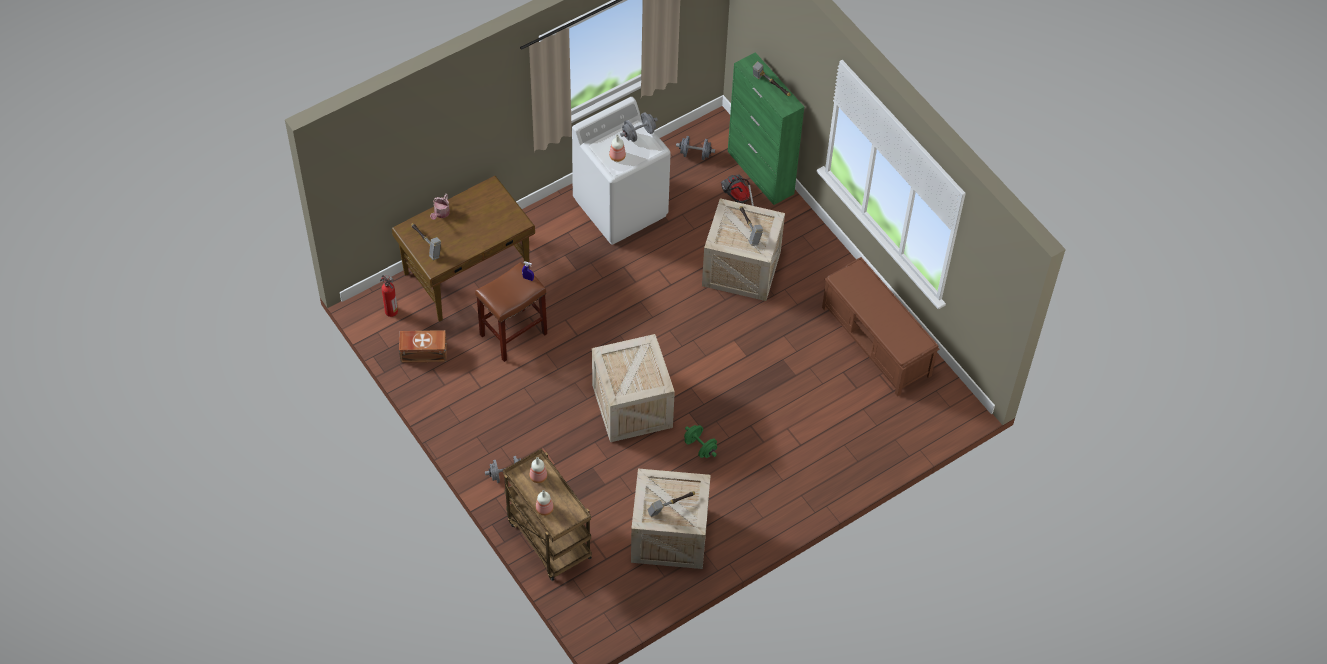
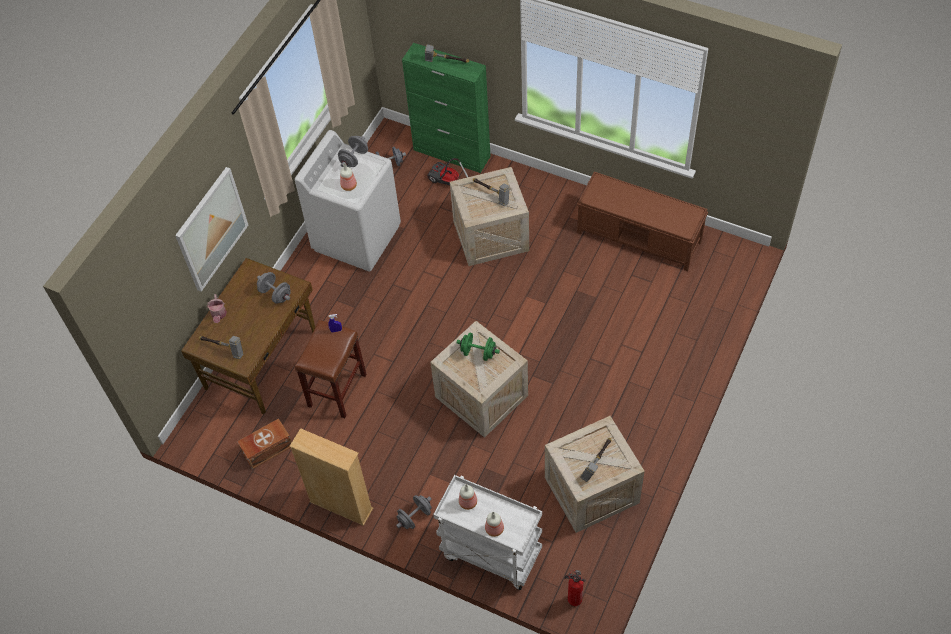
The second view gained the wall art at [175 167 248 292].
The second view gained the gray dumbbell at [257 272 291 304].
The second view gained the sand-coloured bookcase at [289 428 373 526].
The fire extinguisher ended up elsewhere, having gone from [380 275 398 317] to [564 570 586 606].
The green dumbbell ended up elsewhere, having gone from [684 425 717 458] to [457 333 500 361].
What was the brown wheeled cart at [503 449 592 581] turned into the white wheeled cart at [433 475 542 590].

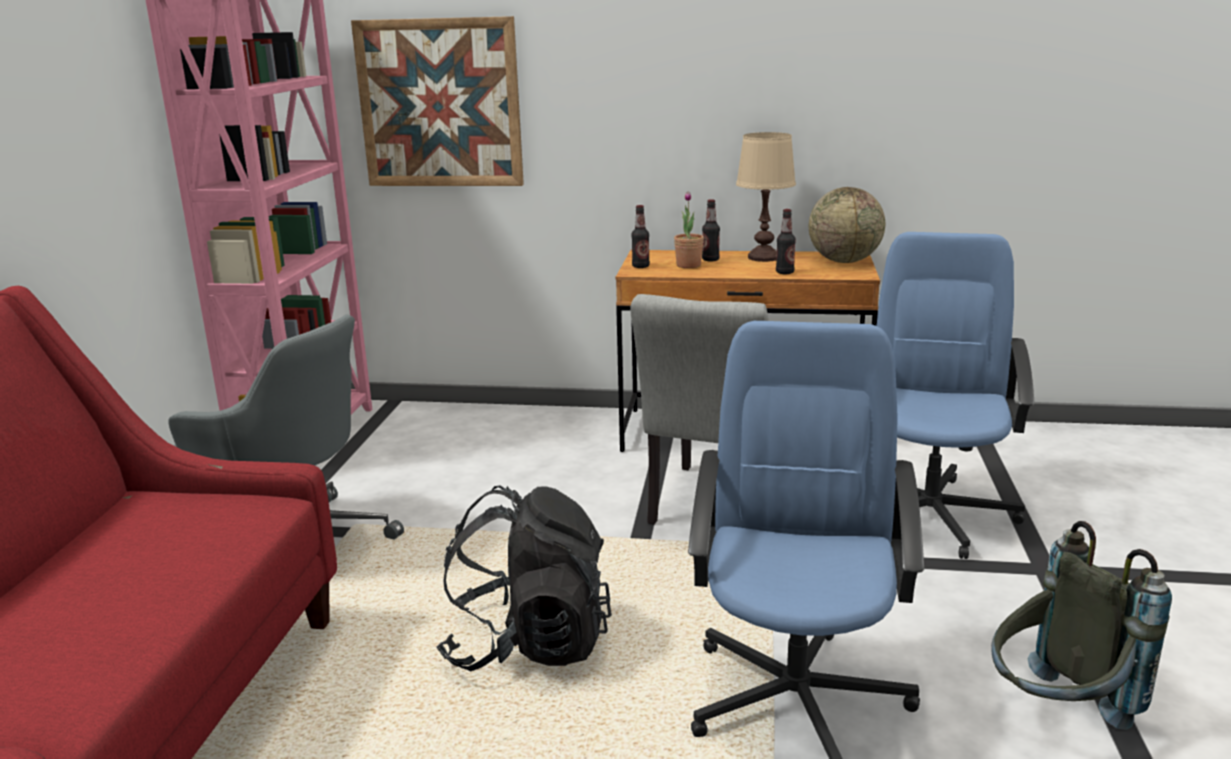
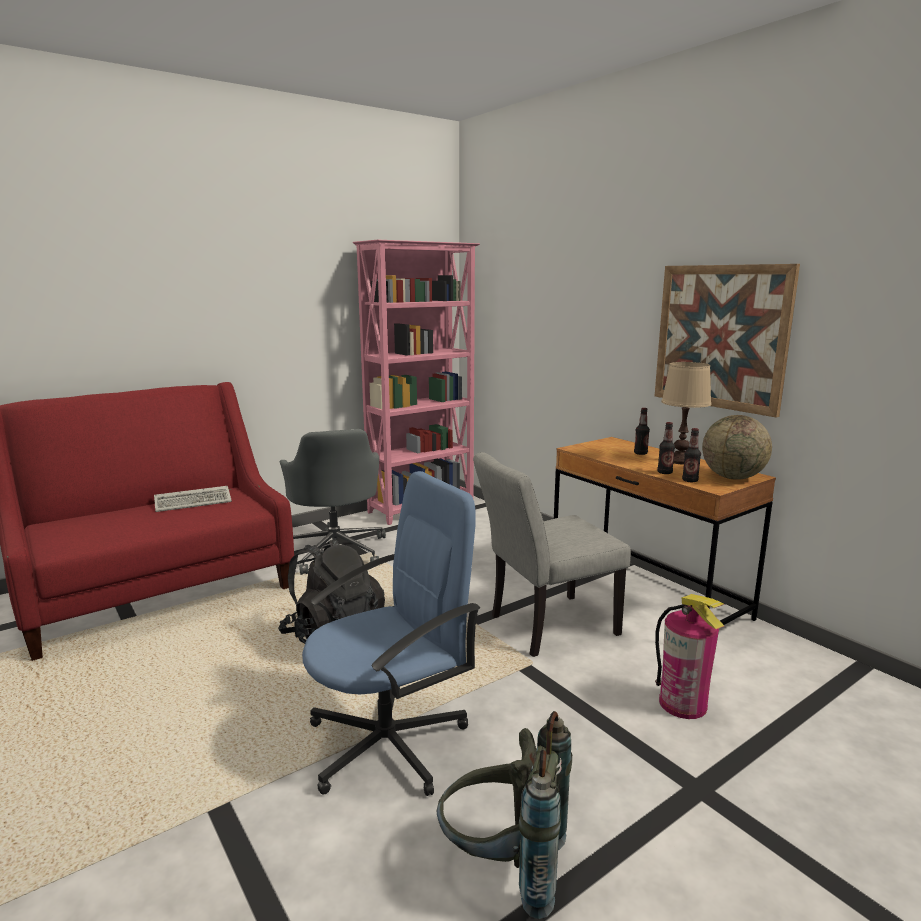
The second view lost the potted plant at [674 191 704 268].
The second view gained the keyboard at [154 486 232 512].
The wall art ended up elsewhere, having gone from [351 16 524 186] to [655 264 800 417].
The beverage bottle ended up elsewhere, having gone from [631 205 650 268] to [682 428 701 482].
Where the blue desk chair stood at [877 232 1035 559], the fire extinguisher came to stand at [655 594 725 719].

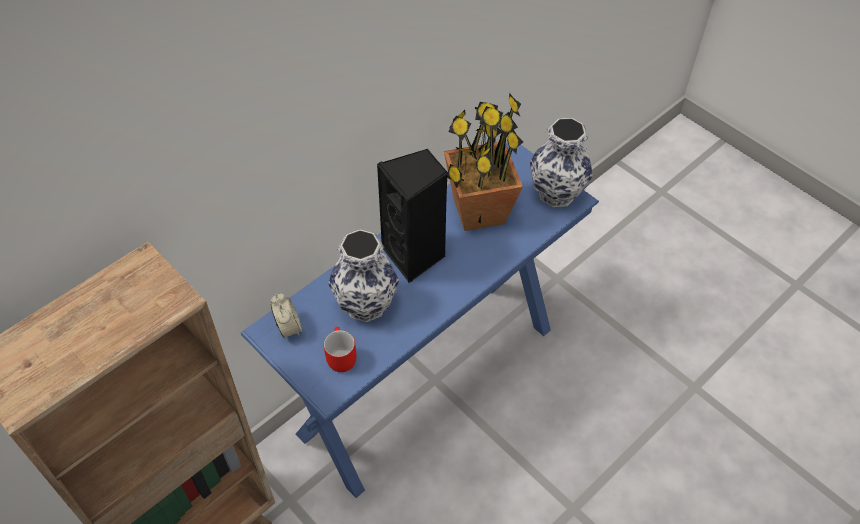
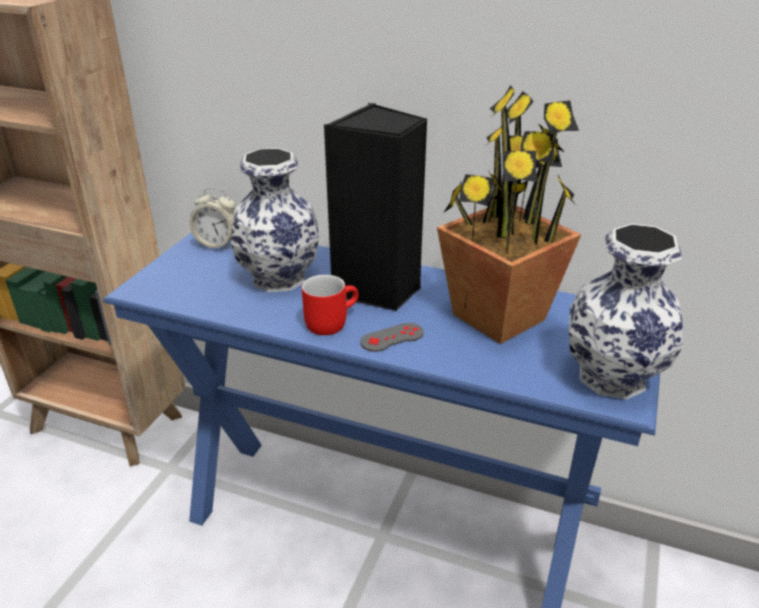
The second view gained the gray gamepad at [360 323 424 352].
The red-coloured mug ended up elsewhere, having gone from [324 327 356 372] to [302 275 358 335].
The table clock at [271 294 302 338] ended up facing another way, 60 degrees clockwise from before.

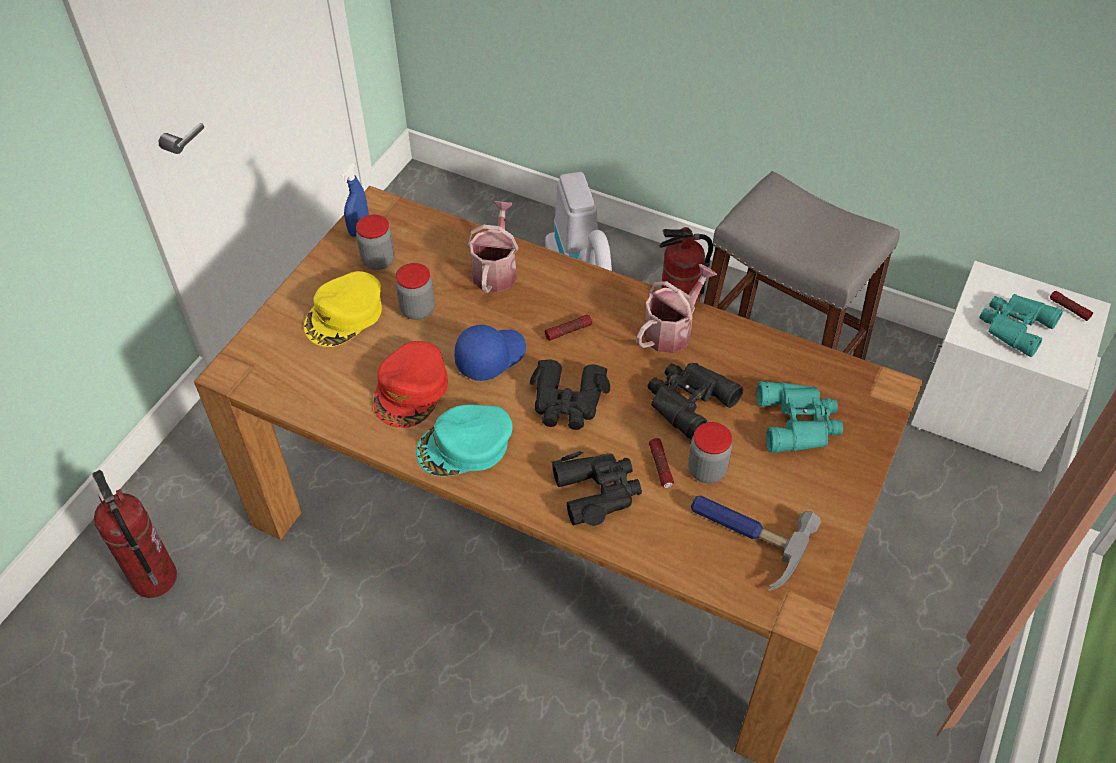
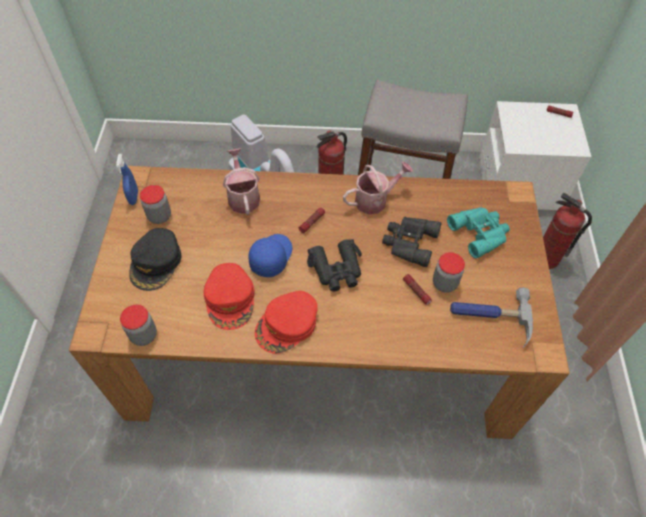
The second view lost the blackish pair of binoculars at [552 451 642 526].
The second view lost the blue-green pair of binoculars at [979 294 1063 357].
The fire extinguisher ended up elsewhere, having gone from [92 470 177 598] to [543 193 592 269].
The preserve jar ended up elsewhere, having gone from [396 263 435 320] to [120 305 157 346].
What was the yellow baseball cap at [304 271 382 347] turned into the blackish baseball cap at [129 228 181 291].
What was the blue-green baseball cap at [416 405 513 476] turned into the red-coloured baseball cap at [255 291 318 354].
The sprinkling can at [637 264 717 353] ended up facing another way, 45 degrees clockwise from before.

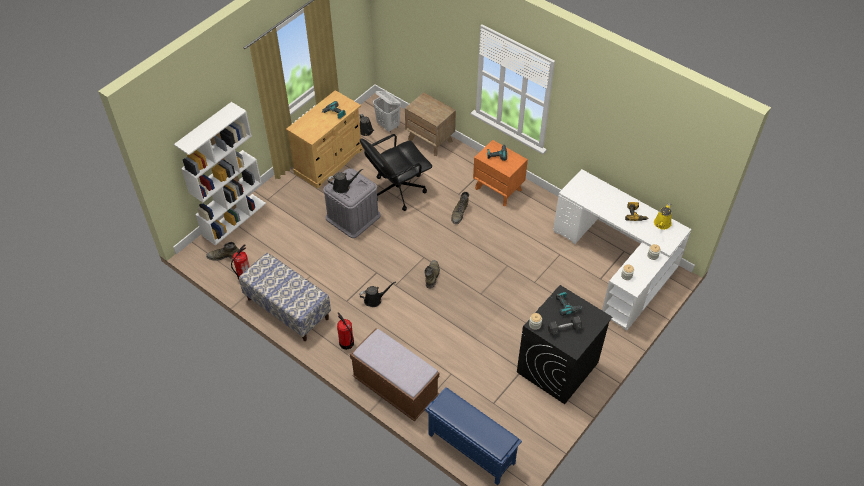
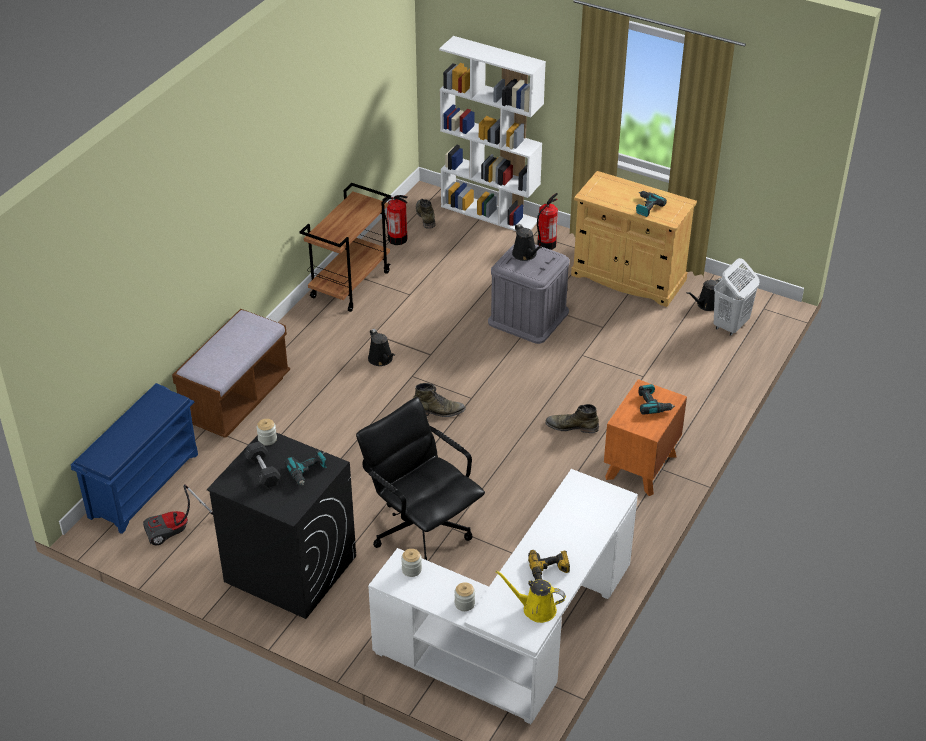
The second view lost the brown bedside table at [405 92 456 156].
The second view gained the vacuum at [143 484 213 546].
The fire extinguisher ended up elsewhere, having gone from [337 312 354 350] to [537 193 558 250].
The blackish desk chair ended up elsewhere, having gone from [360 134 432 211] to [356 397 485 560].
Where the indoor bench stood at [239 253 331 341], the brown wheeled cart came to stand at [300 183 391 312].

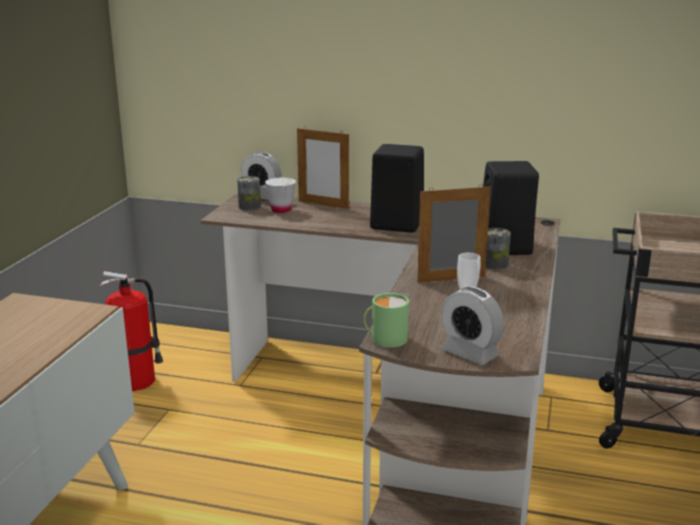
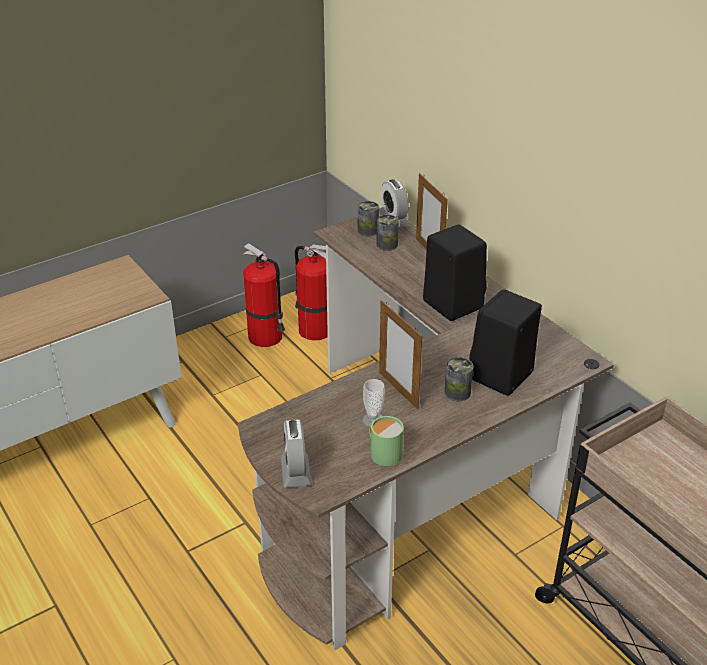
The second view gained the fire extinguisher at [295 244 328 340].
The green mug ended up elsewhere, having gone from [363 293 409 347] to [369 416 404 466].
Where the white small cup stood at [265 177 296 213], the metal can came to stand at [376 215 399 251].
The photo frame at [417 184 491 283] ended up facing another way, 150 degrees counterclockwise from before.

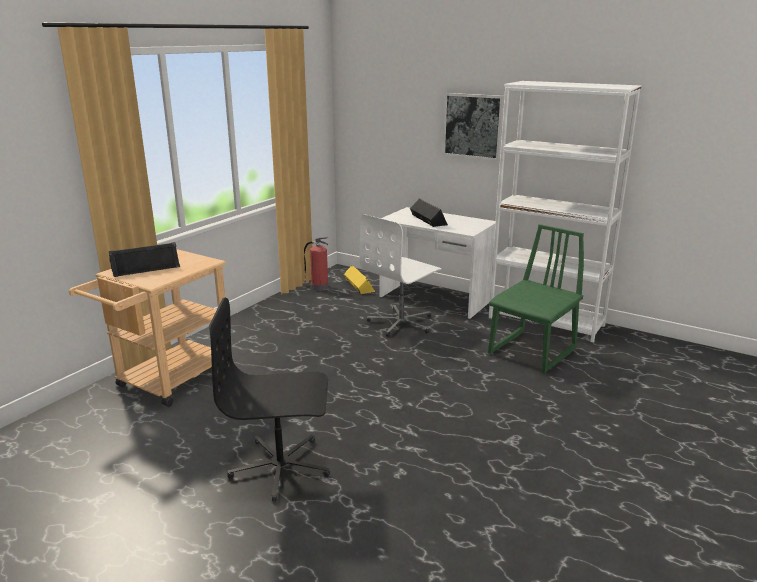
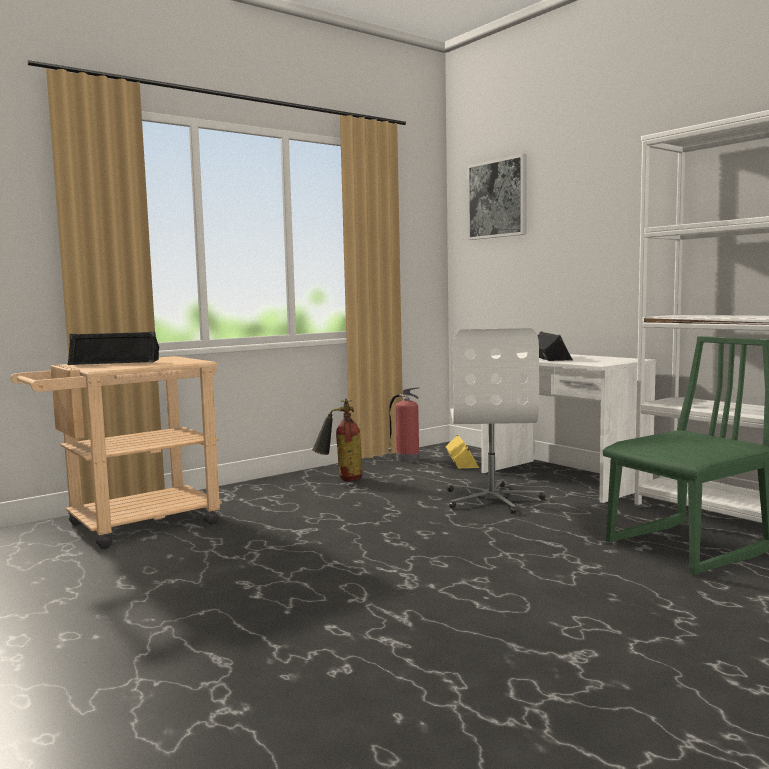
The second view lost the blackish desk chair at [209 298 330 501].
The second view gained the fire extinguisher at [312 398 363 481].
The wall art ended up elsewhere, having gone from [443 93 504 160] to [467 154 527 240].
The white desk chair at [359 214 442 337] ended up facing another way, 60 degrees counterclockwise from before.

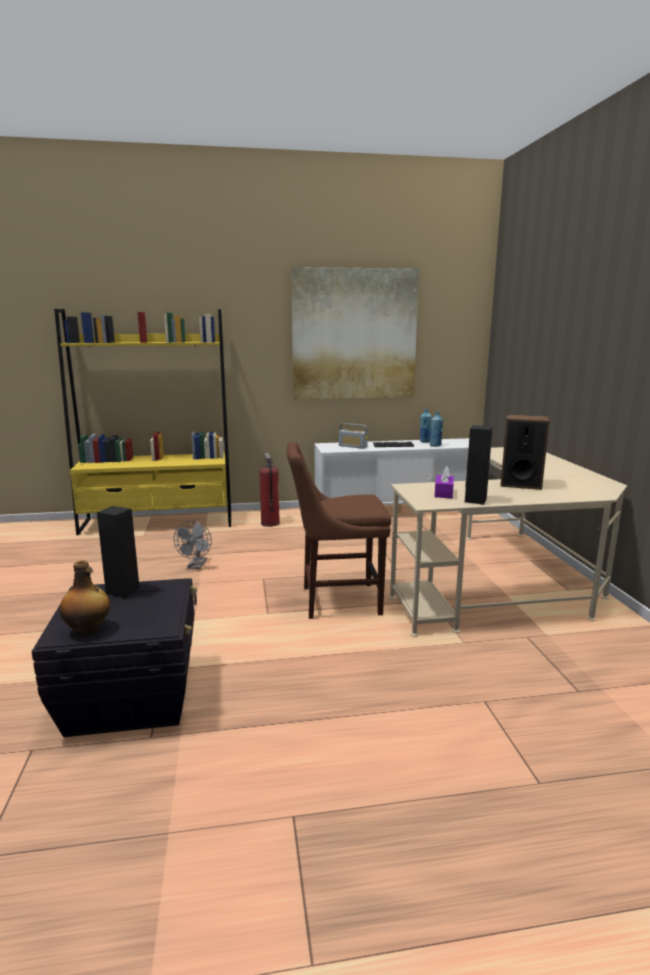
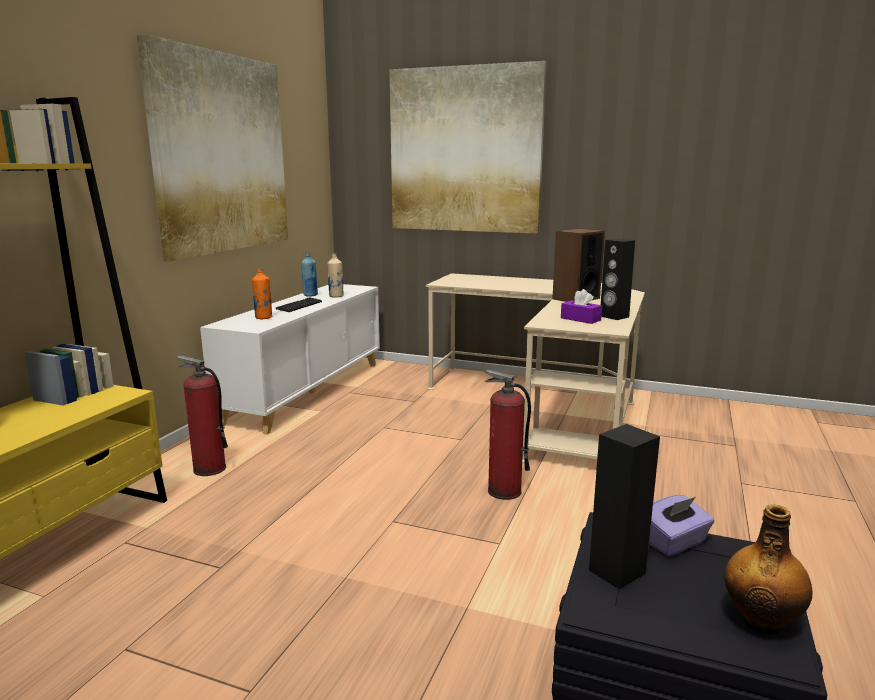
The second view lost the gray electric fan at [174 520 212 569].
The second view gained the wall art at [389 61 547 234].
The second view gained the purple tissue holder at [649 495 715 556].
Where the brown plain chair stood at [287 441 391 619], the fire extinguisher came to stand at [485 369 531 500].
Where the radio set stood at [339 423 368 449], the orangey beverage bottle came to stand at [252 268 272 319].
What was the blue beverage bottle at [430 412 443 447] turned into the sand-coloured beverage bottle at [327 253 344 298].

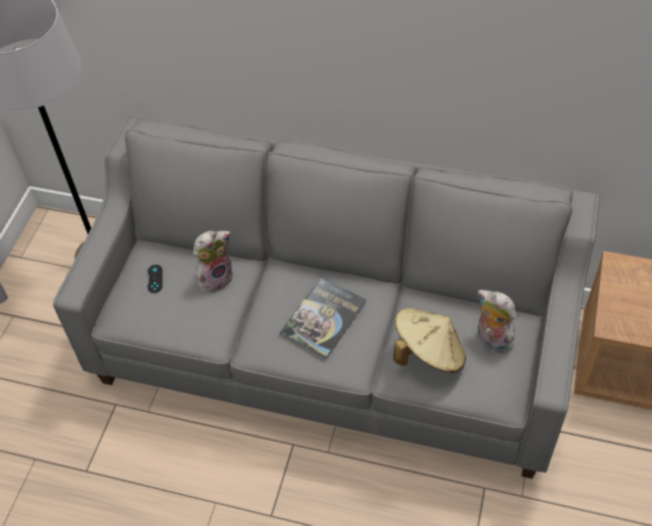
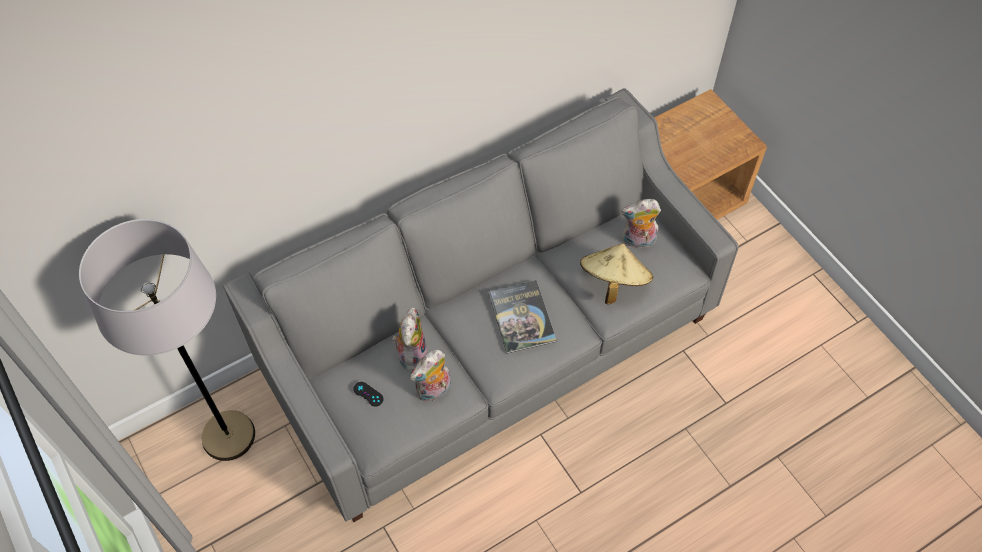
The second view gained the cuddly toy at [410 350 451 401].

